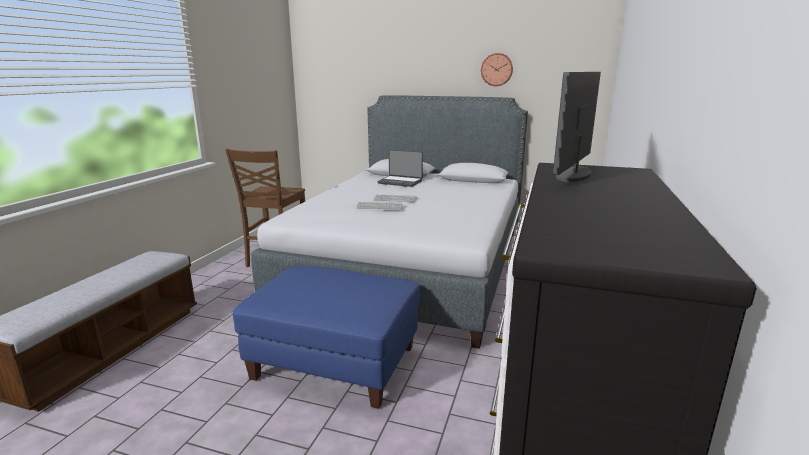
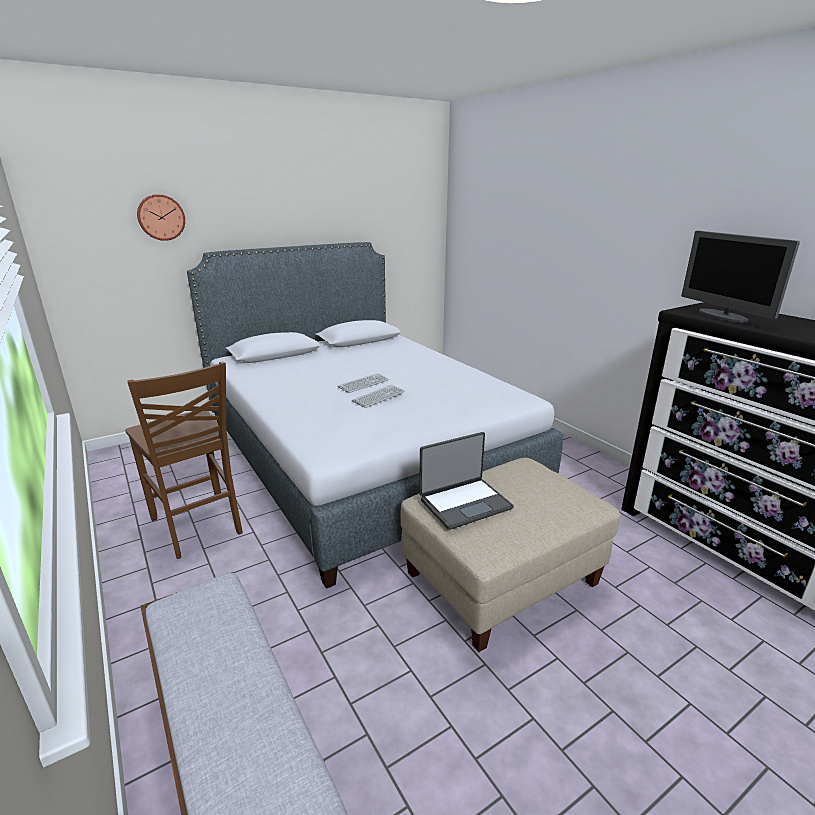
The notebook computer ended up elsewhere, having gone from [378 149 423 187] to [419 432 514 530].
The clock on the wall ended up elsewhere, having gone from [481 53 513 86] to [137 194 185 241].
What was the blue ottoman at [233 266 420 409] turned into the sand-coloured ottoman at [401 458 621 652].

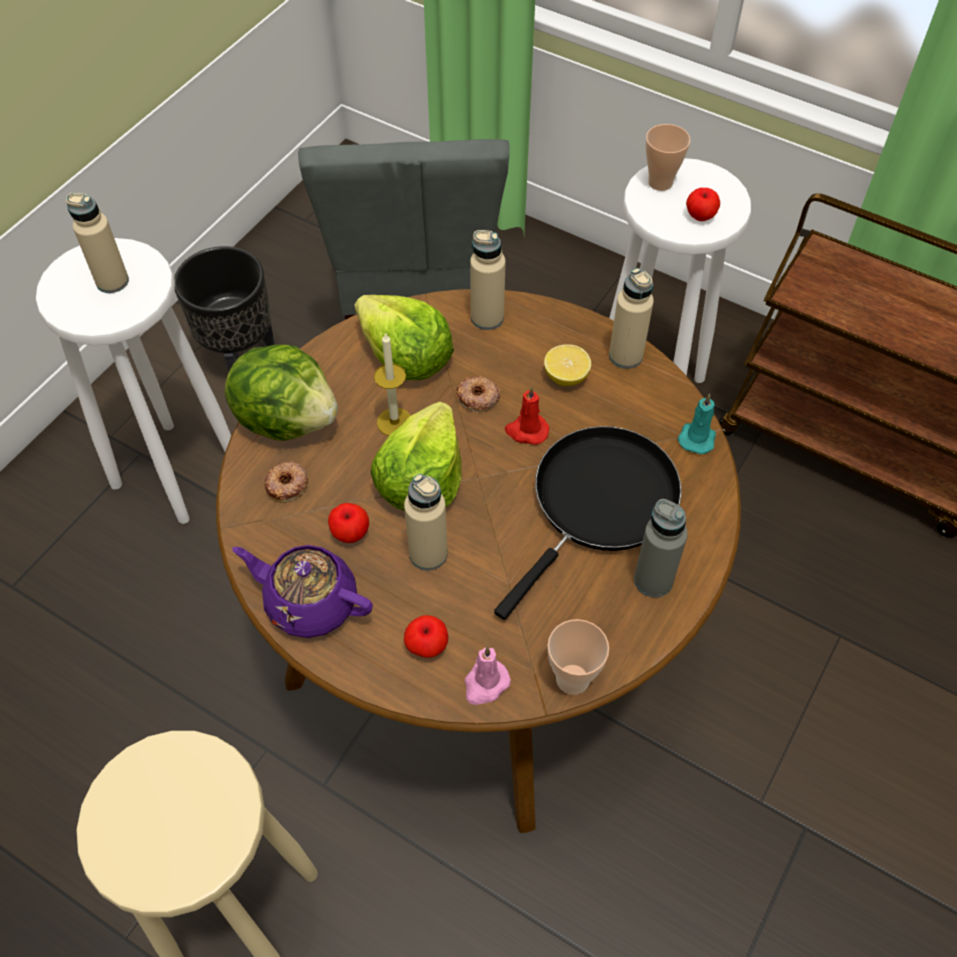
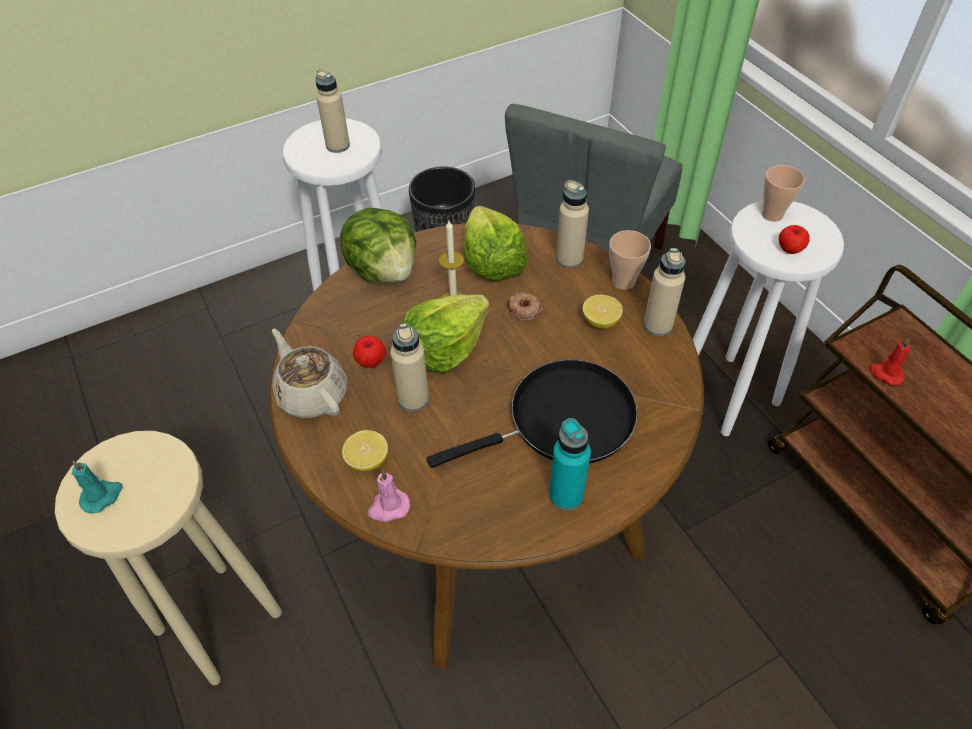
The second view lost the donut at [264 461 308 503].
The red-coloured candle ended up elsewhere, having gone from [505 386 549 445] to [869 338 911 385].
The small cup ended up elsewhere, having gone from [547 619 609 695] to [609 230 651 290].
The blue-green candle ended up elsewhere, having gone from [678 394 716 454] to [72 460 123 513].
Where the apple stood at [404 615 448 658], the whole lemon came to stand at [342 430 388 472].
What was the purple teapot at [232 545 373 638] turned into the sand-coloured teapot at [272 329 347 418].
What was the gray beverage bottle at [634 499 688 598] turned into the blue-green beverage bottle at [549 418 591 511].

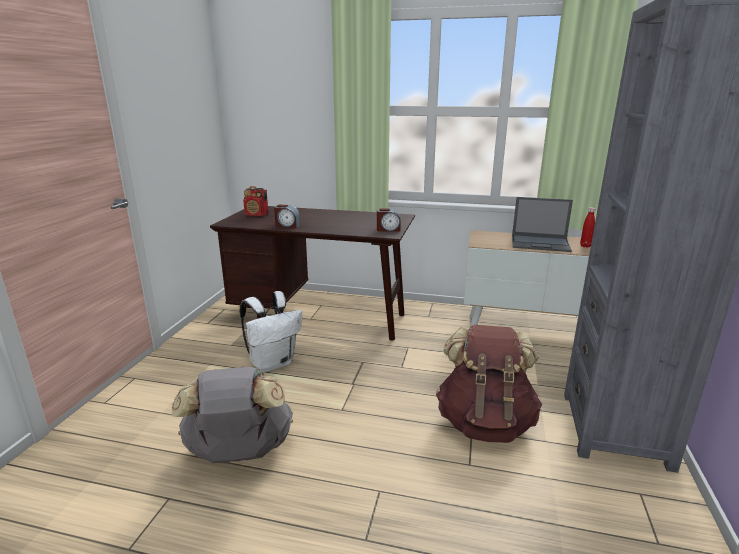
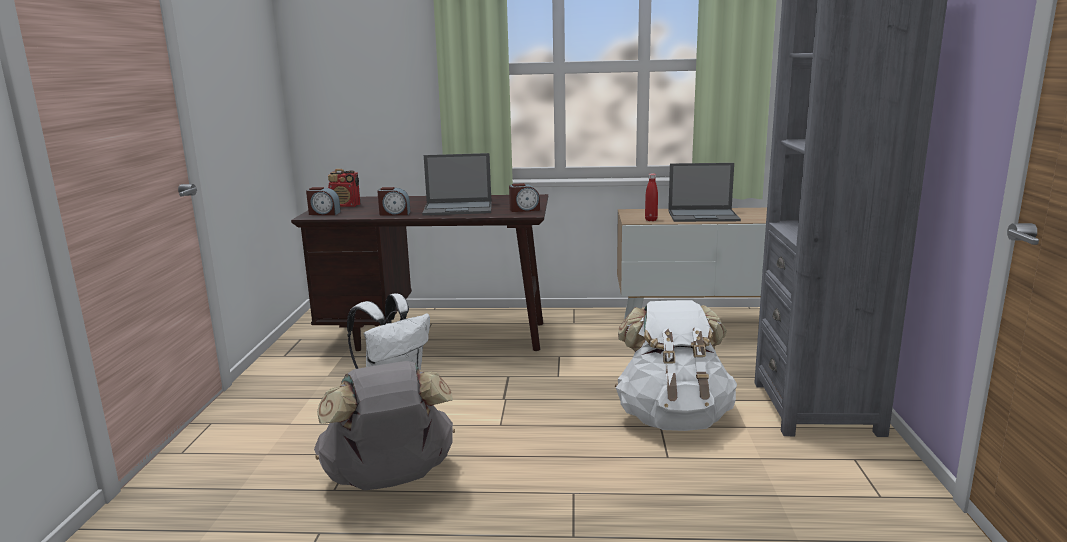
The second view gained the table clock at [306 187 341 215].
The second view gained the notebook computer at [422 153 491 215].
The red-coloured beverage bottle ended up elsewhere, having gone from [580 207 595 247] to [645 174 658 221].
What was the brown backpack at [436 325 543 443] turned into the white backpack at [615 300 737 431].

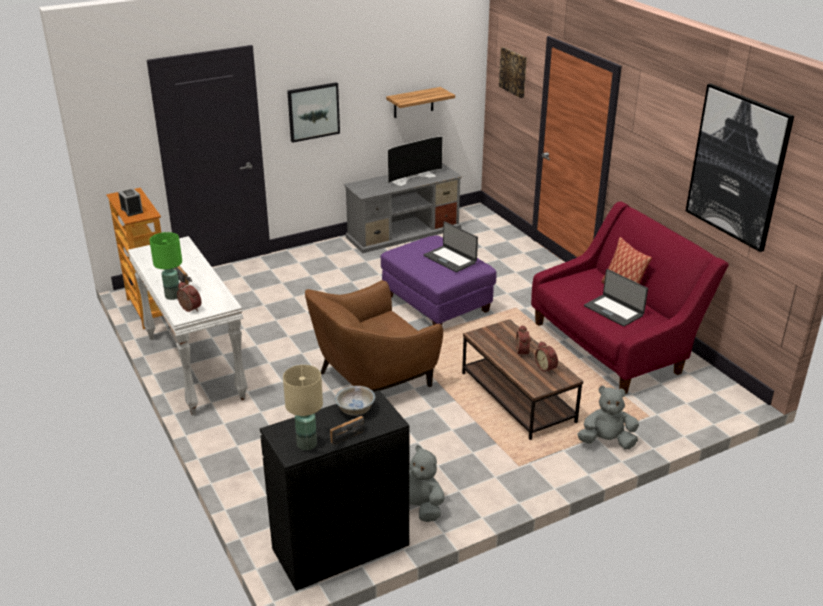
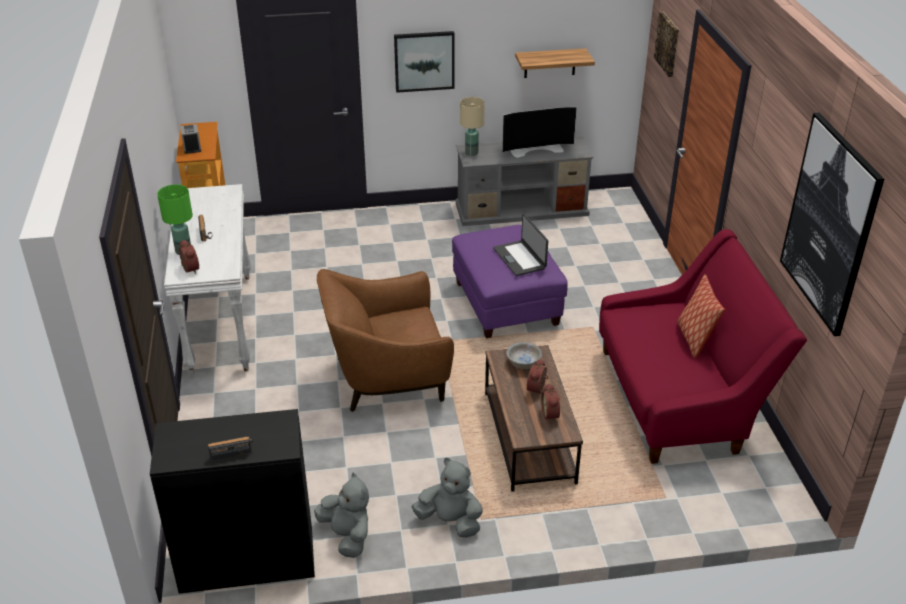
The second view lost the notebook computer at [584 269 648 327].
The sand-coloured lamp for a table ended up elsewhere, having gone from [283 365 323 451] to [460 97 485 156].
The white bowl ended up elsewhere, having gone from [335 386 375 416] to [506 342 542 369].
The gray cuddly toy ended up elsewhere, having gone from [577 386 639 449] to [411 458 483 538].

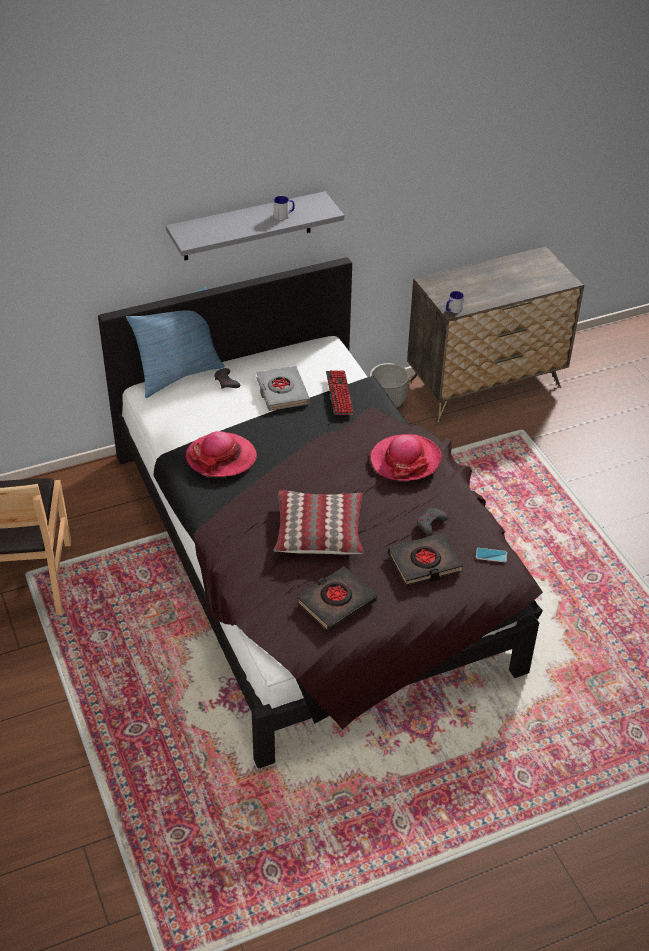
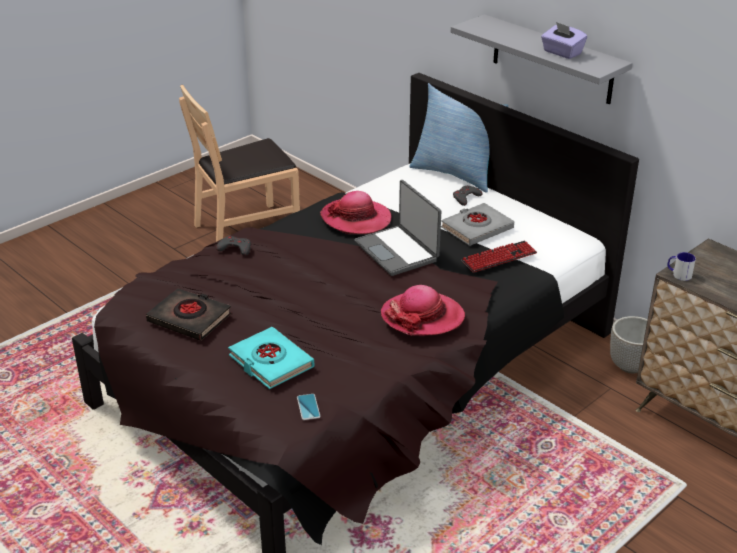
The second view lost the cushion at [273 490 363 554].
The second view gained the notebook computer at [354 180 441 276].
The gray gamepad ended up elsewhere, having gone from [417 508 448 536] to [216 236 251 256].
Where the mug stood at [274 196 295 220], the purple tissue holder came to stand at [541 22 587 59].
What was the blackish volume at [388 533 464 586] turned into the blue-green volume at [228 327 314 389].

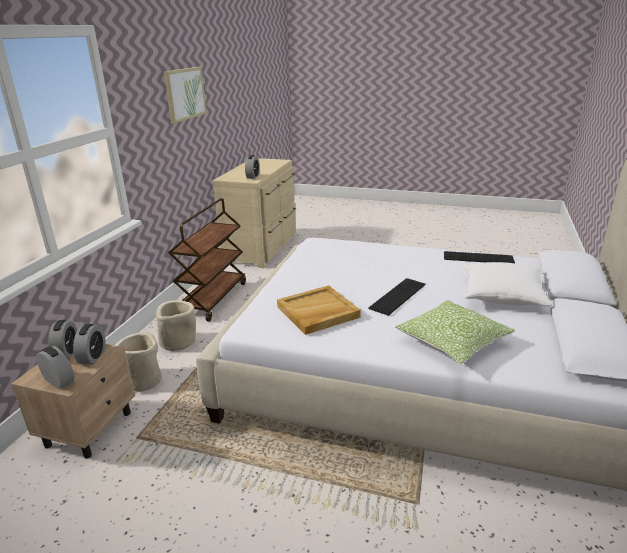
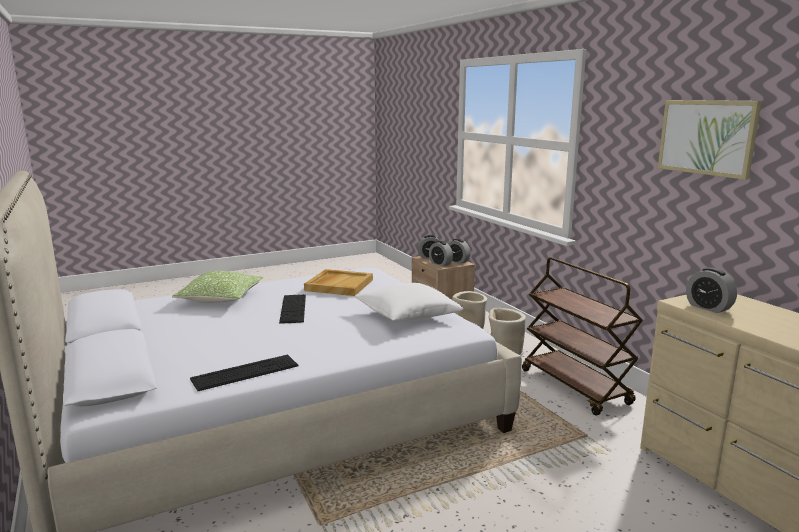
The white cushion ended up elsewhere, having gone from [464 262 552 306] to [354 283 463 321].

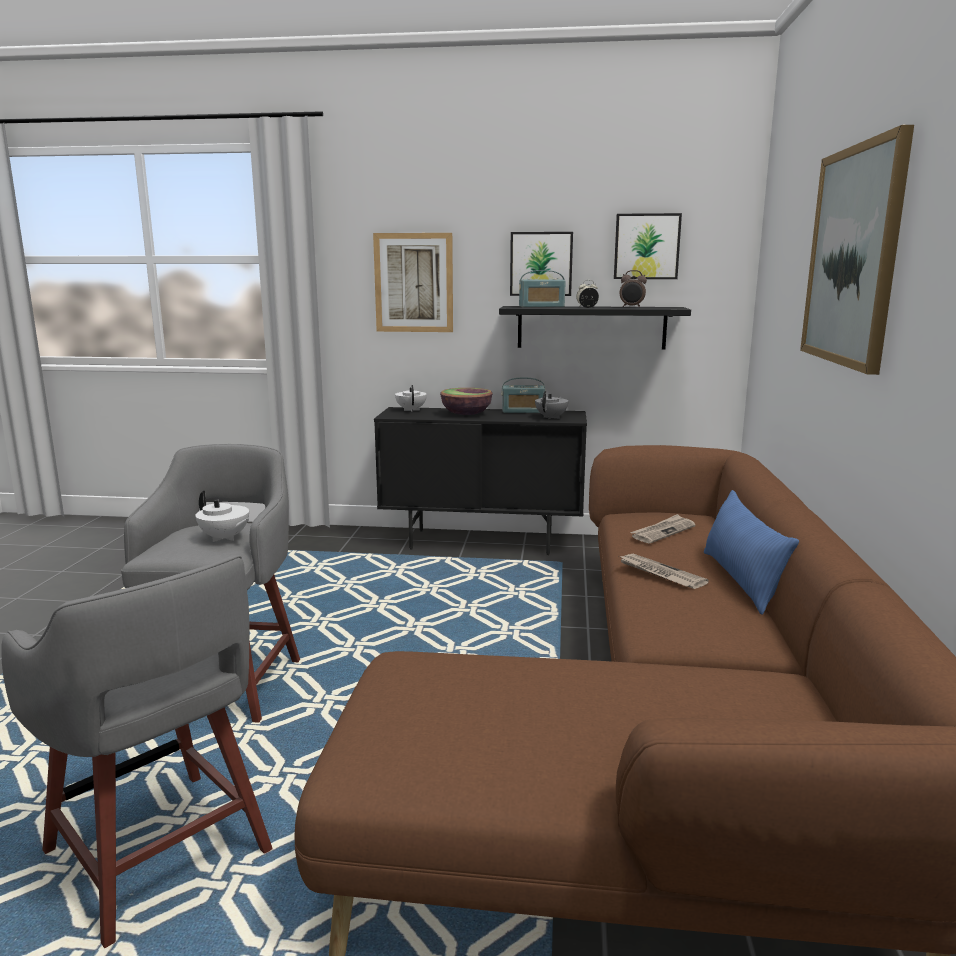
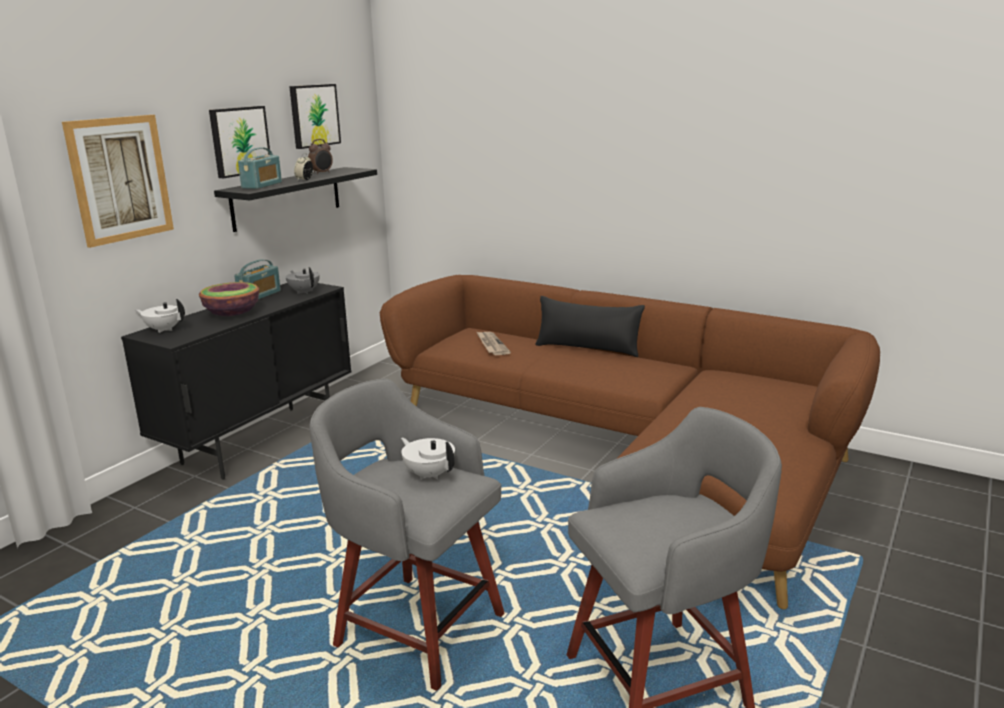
The second view lost the printed paper at [619 554 709 589].
The second view lost the wall art at [800 125 914 375].
What was the blue cushion at [704 490 799 615] turned into the blackish cushion at [535 296 645 357].
The white teapot at [195 491 250 542] ended up facing another way, 105 degrees counterclockwise from before.

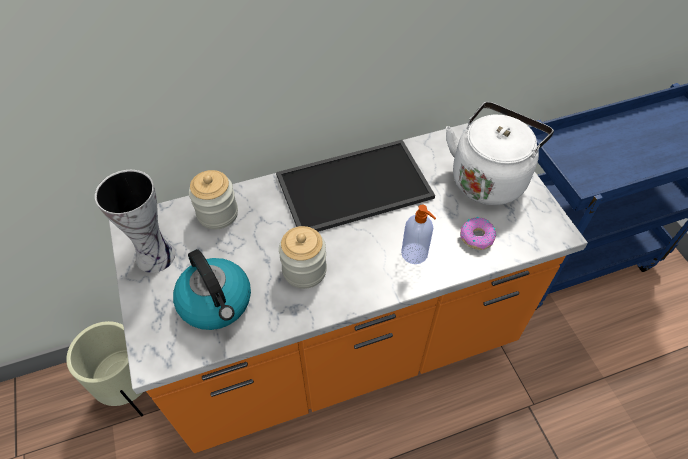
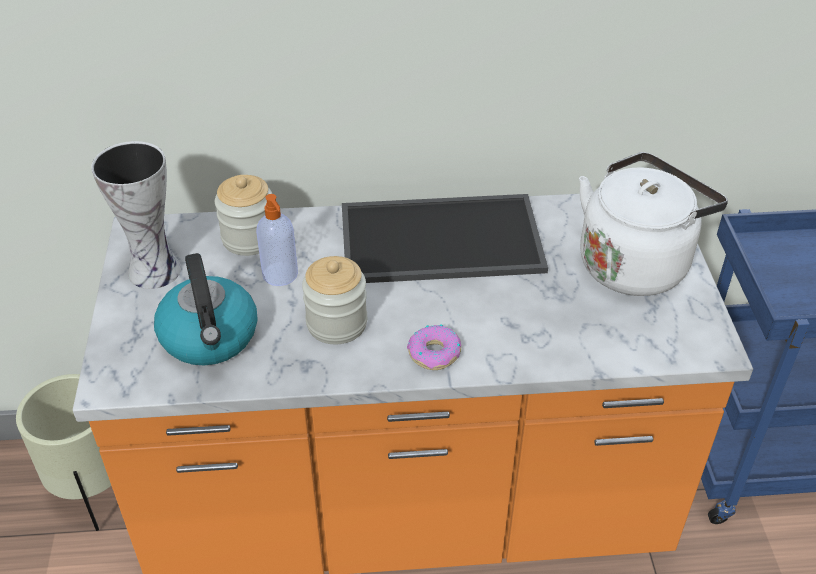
The soap bottle ended up elsewhere, having gone from [401 205 436 264] to [256 194 298 286].
The donut ended up elsewhere, having gone from [460 217 496 250] to [407 324 461 370].

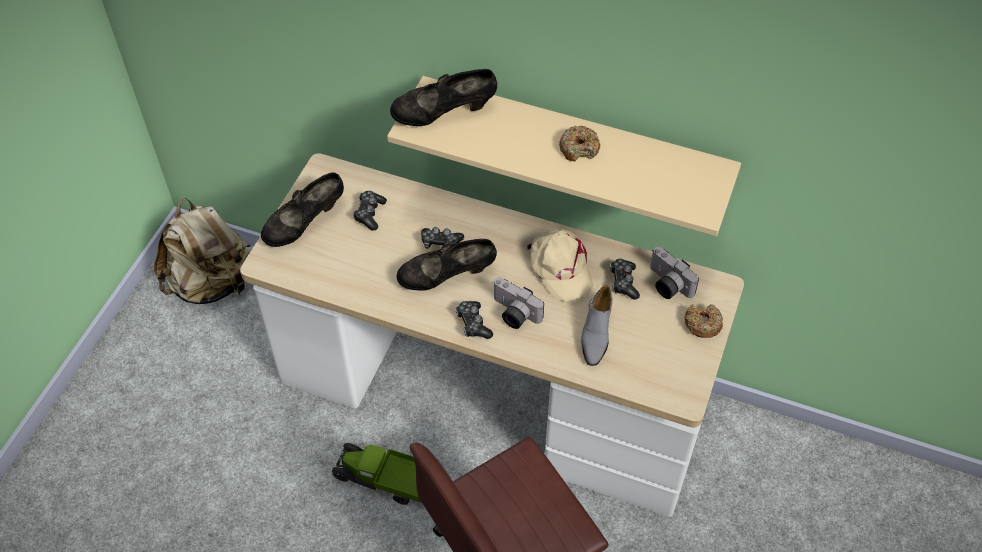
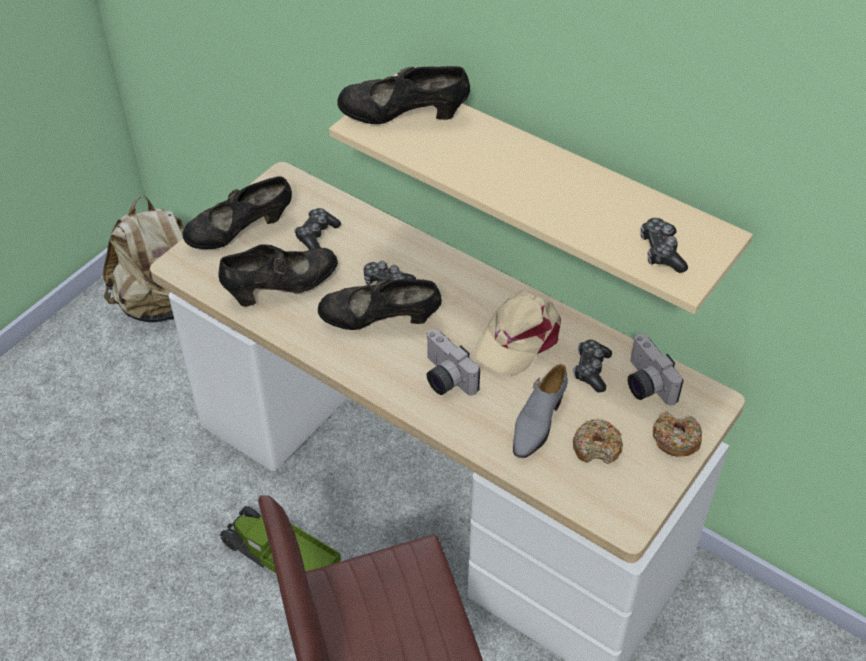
The second view gained the blackish low shoe at [218 244 338 307].
The gamepad ended up elsewhere, having gone from [455 301 493 339] to [641 218 688 273].
The donut ended up elsewhere, having gone from [559 126 601 161] to [573 419 623 464].
The sand-coloured baseball cap at [527 228 593 302] ended up facing another way, 45 degrees clockwise from before.

